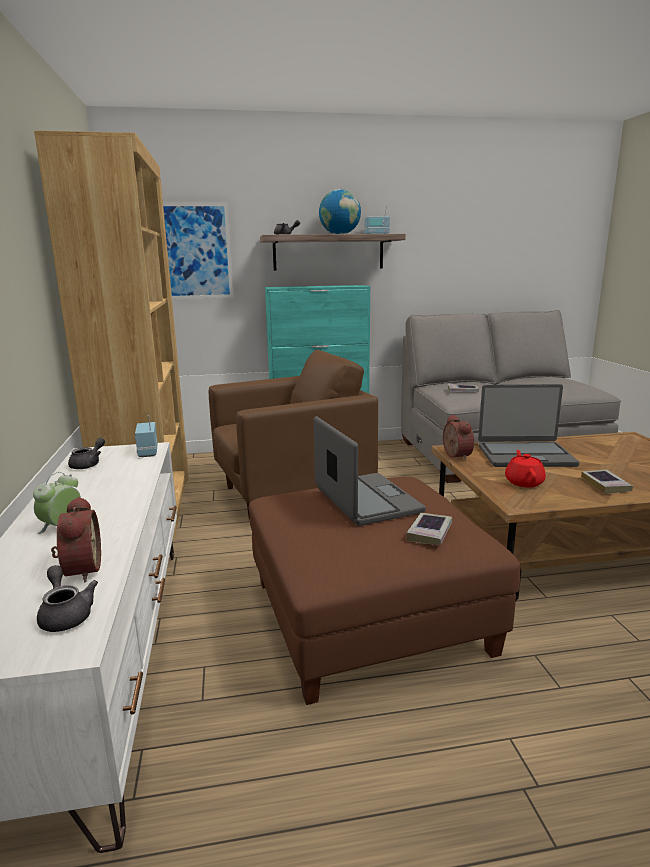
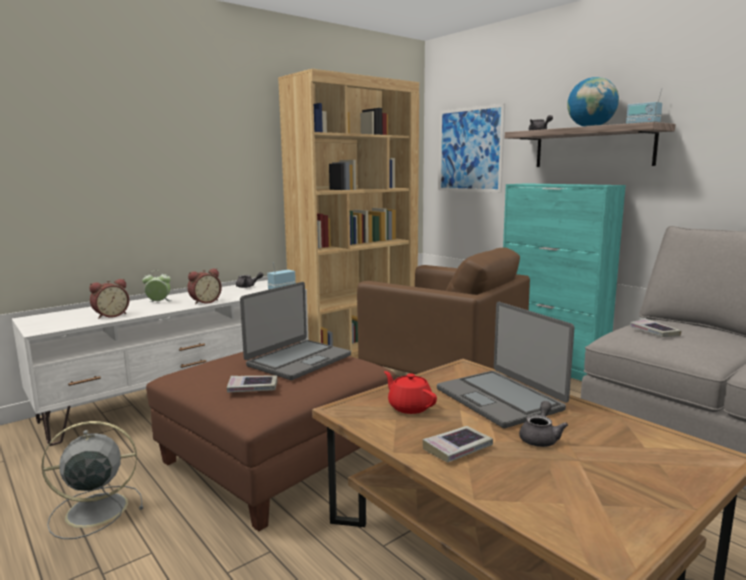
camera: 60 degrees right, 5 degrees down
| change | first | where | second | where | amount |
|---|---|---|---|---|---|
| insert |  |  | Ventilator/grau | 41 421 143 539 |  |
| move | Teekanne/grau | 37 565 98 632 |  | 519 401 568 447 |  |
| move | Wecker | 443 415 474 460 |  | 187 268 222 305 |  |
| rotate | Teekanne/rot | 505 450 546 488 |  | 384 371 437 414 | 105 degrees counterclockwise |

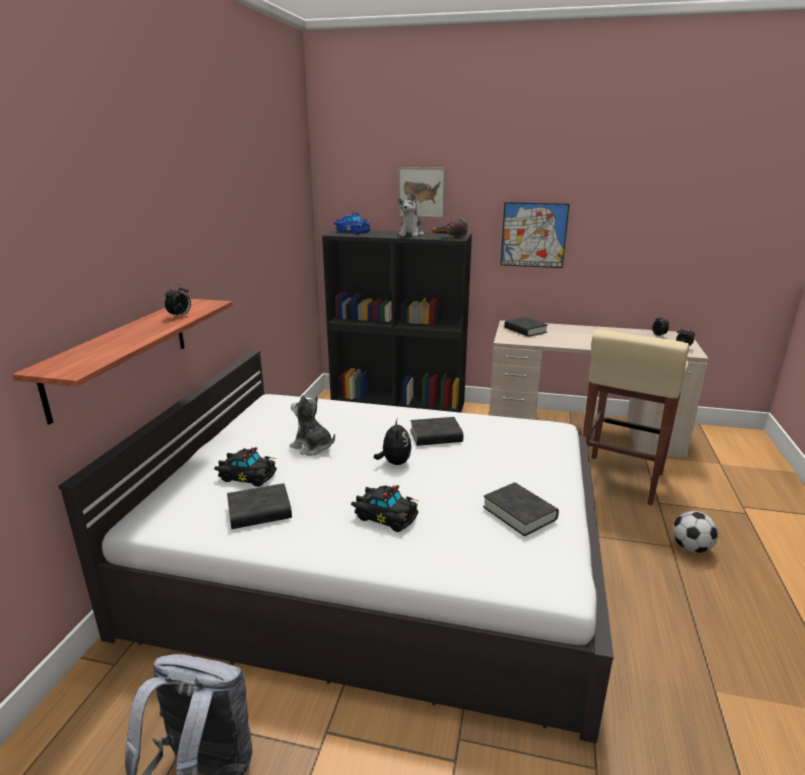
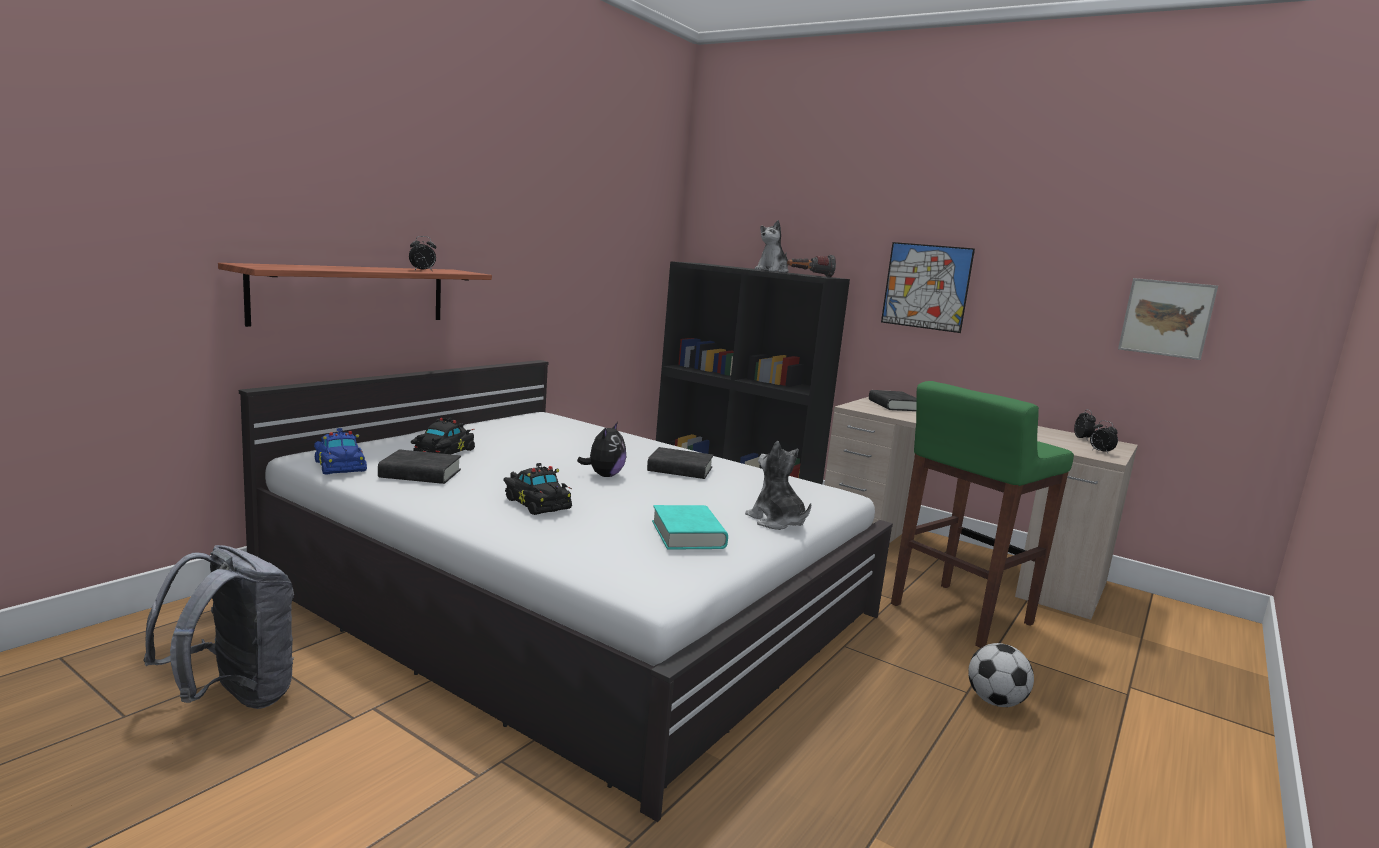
camera: 20 degrees right, 10 degrees down
| change | first | where | second | where | amount |
|---|---|---|---|---|---|
| move | Plüschtier | 290 395 335 456 |  | 745 441 811 530 |  |
| move | Spielzeugauto/blau | 334 211 371 234 |  | 314 428 367 475 |  |
| move | Bild | 398 167 446 218 |  | 1118 278 1218 360 |  |
| recolor | Buch/schwarz | 483 482 559 536 | Buch/türkis | 652 505 728 550 |  |
| recolor | Hocker/beige | 583 330 689 505 | Hocker/grün | 891 381 1074 648 |  |
| rotate | Spielzeugauto/schwarz | 214 447 277 487 |  | 411 417 475 455 | 105 degrees counterclockwise |

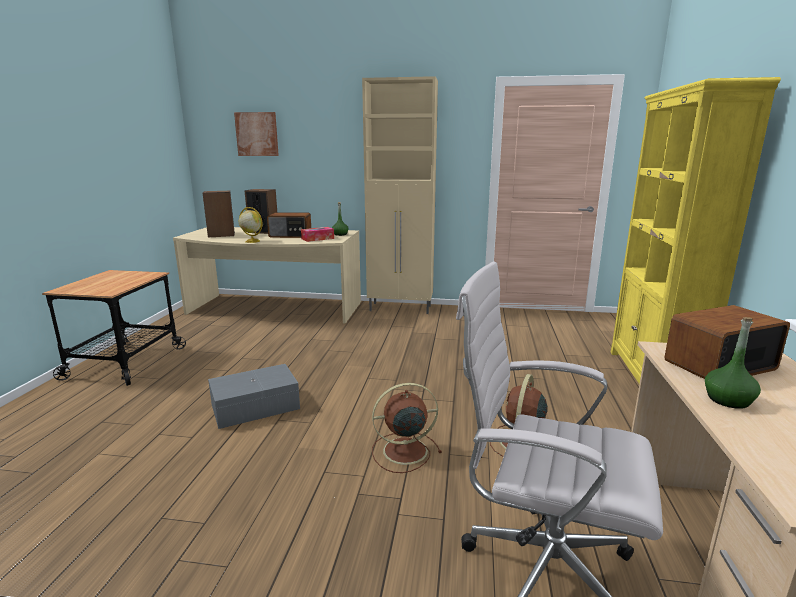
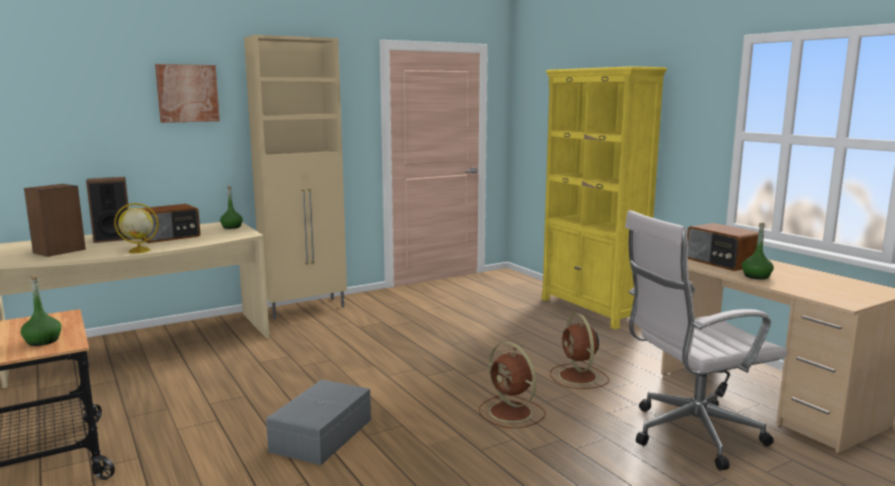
camera: 40 degrees left, 5 degrees down
| change | first | where | second | where | amount |
|---|---|---|---|---|---|
| delete | Taschentuchbox | 301 227 334 242 |  |  |  |
| insert |  |  | Flasche/grün | 21 276 62 346 |  |
| move | Bild | 234 112 279 156 |  | 155 64 220 123 |  |
| rotate | Ventilator/braun | 372 383 442 473 |  | 479 342 546 428 | 75 degrees counterclockwise |
| rotate | Radio | 664 305 790 379 |  | 687 223 764 271 | 60 degrees counterclockwise |

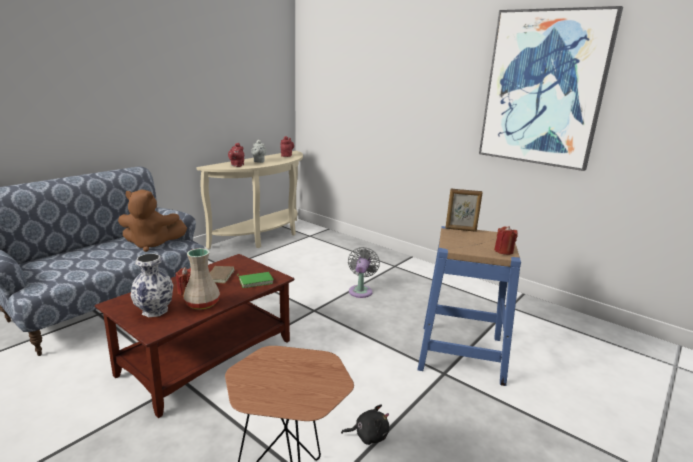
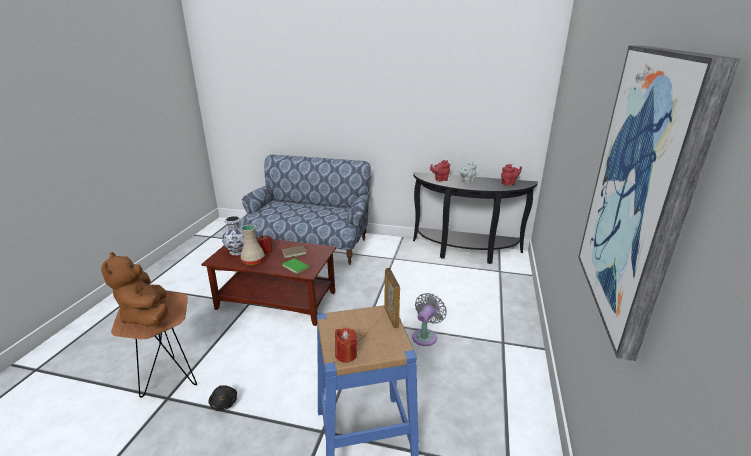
camera: 65 degrees right, 5 degrees up
| change | first | where | second | where | amount |
|---|---|---|---|---|---|
| move | Plüschtier/braun | 118 190 187 252 |  | 101 252 168 326 |  |
| recolor | Konsolentisch/beige | 196 151 303 249 | Konsolentisch/schwarz | 413 172 538 264 |  |
| rotate | Ventilator/grau | 348 247 380 298 |  | 412 293 447 346 | 45 degrees counterclockwise |

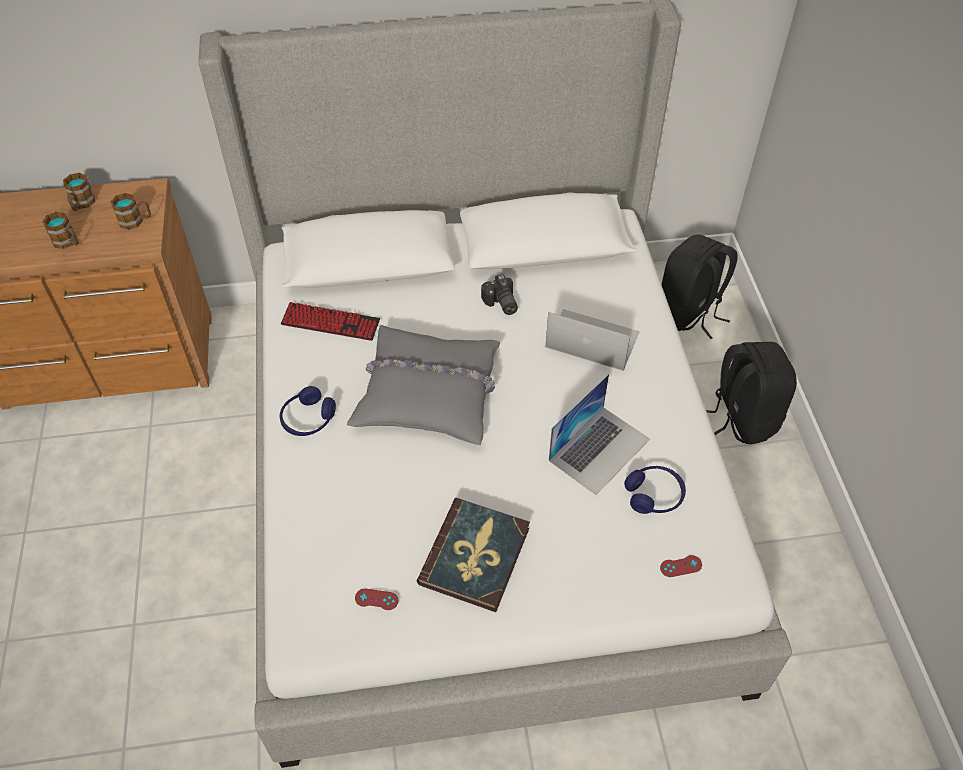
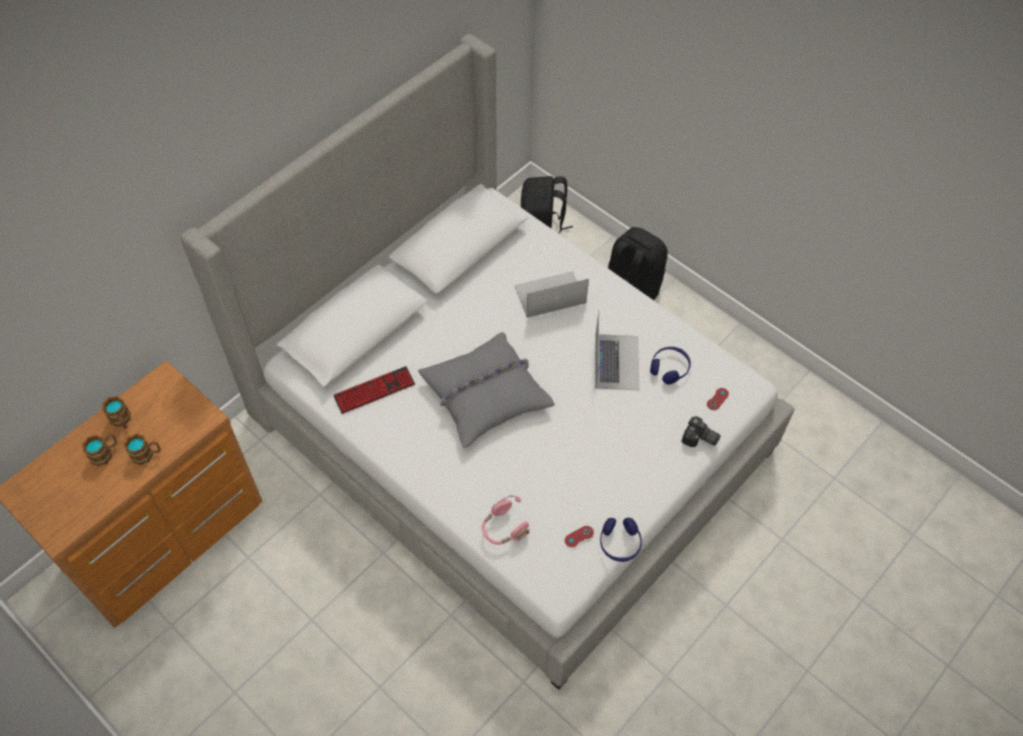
camera: 40 degrees left, 5 degrees up
| change | first | where | second | where | amount |
|---|---|---|---|---|---|
| delete | Buch | 417 498 530 612 |  |  |  |
| insert |  |  | Kopfhörer/rosa | 481 495 529 545 |  |
| move | Henkelbecher | 110 193 151 230 |  | 82 434 117 466 |  |
| move | Kopfhörer/blau | 280 386 336 436 |  | 600 518 642 562 |  |
| move | Kamera | 481 274 518 315 |  | 681 416 721 447 |  |

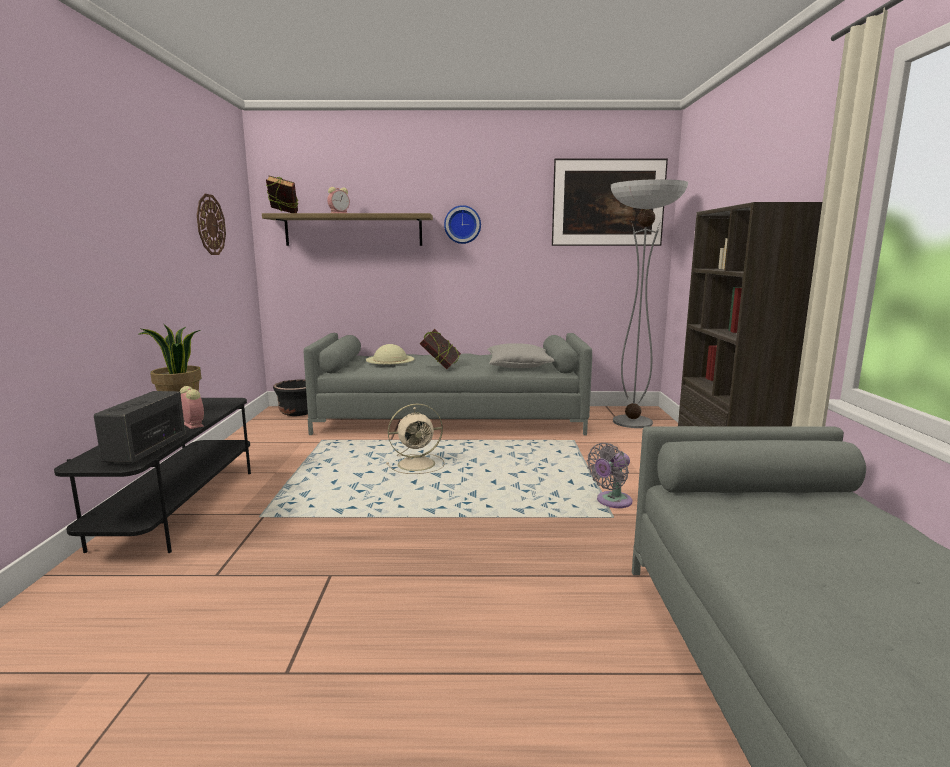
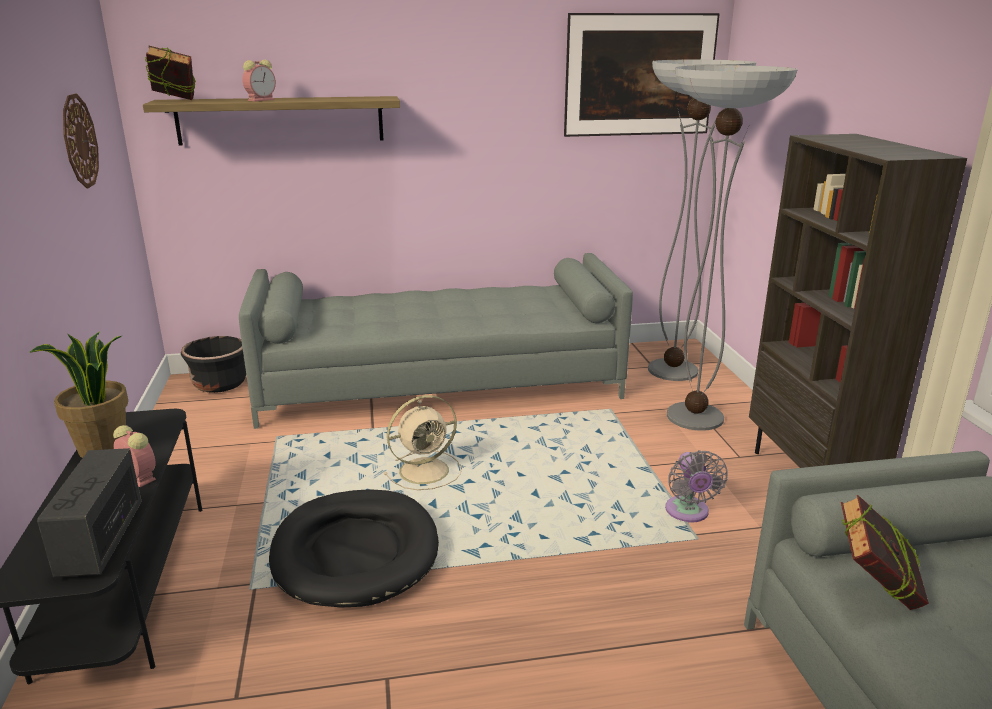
camera: 10 degrees left, 10 degrees up
| change | first | where | second | where | amount |
|---|---|---|---|---|---|
| delete | Hut/beige | 366 344 414 364 |  |  |  |
| delete | Wanduhr | 444 205 481 244 |  |  |  |
| delete | Kissen/grau | 487 343 555 368 |  |  |  |
| insert |  |  | Hundebett/schwarz | 269 489 439 608 |  |
| insert |  |  | Stehlampe | 667 65 798 431 |  |
| move | Buch | 420 329 461 369 |  | 841 495 929 610 |  |
| rotate | Ventilator/grau | 587 443 632 508 |  | 665 450 728 523 | 45 degrees counterclockwise |

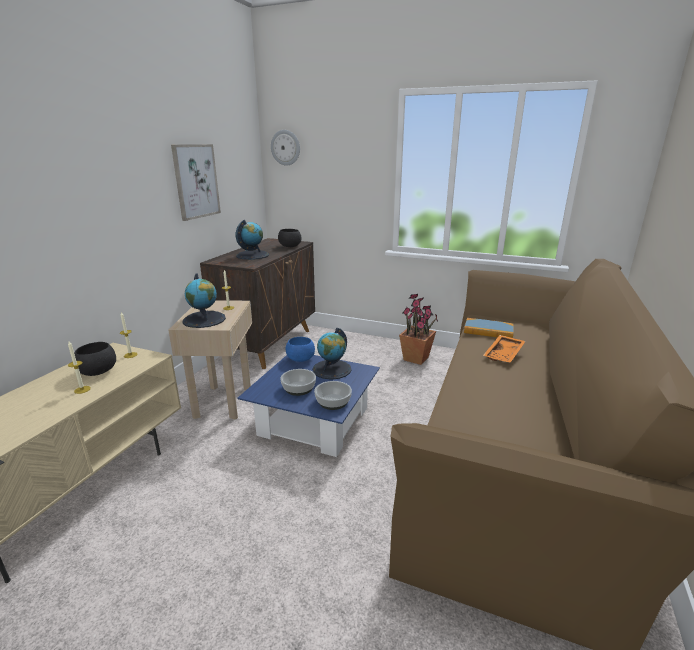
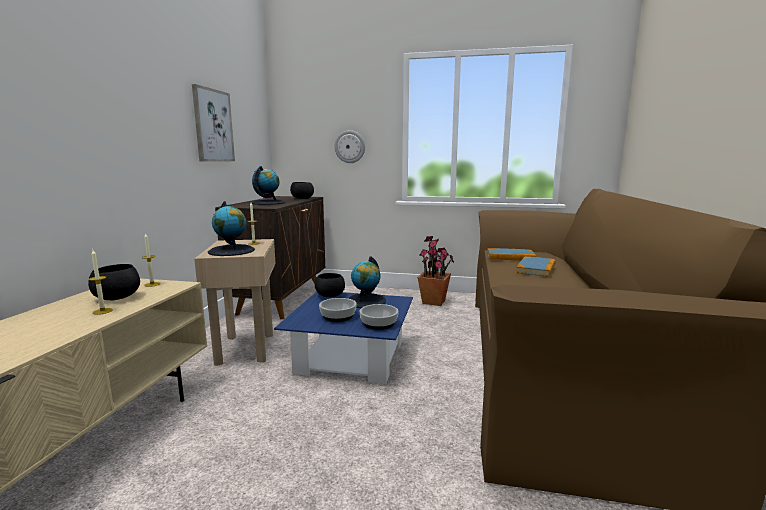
camera: 10 degrees left, 10 degrees down
| change | first | where | second | where | amount |
|---|---|---|---|---|---|
| move | Wanduhr | 271 130 300 166 |  | 335 130 365 163 |  |
| replace | Tablett/orange | 483 335 526 362 | Buch | 516 257 556 277 |  |
| recolor | Schüssel/blau | 286 337 315 362 | Schüssel/schwarz | 315 273 345 297 |  |

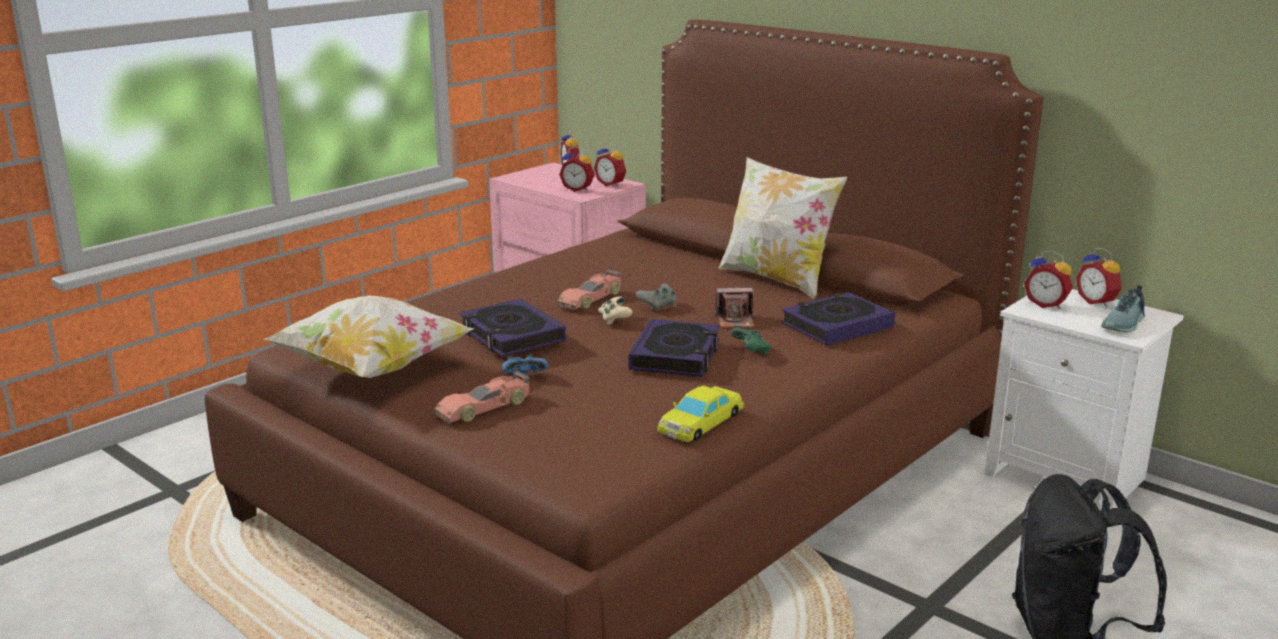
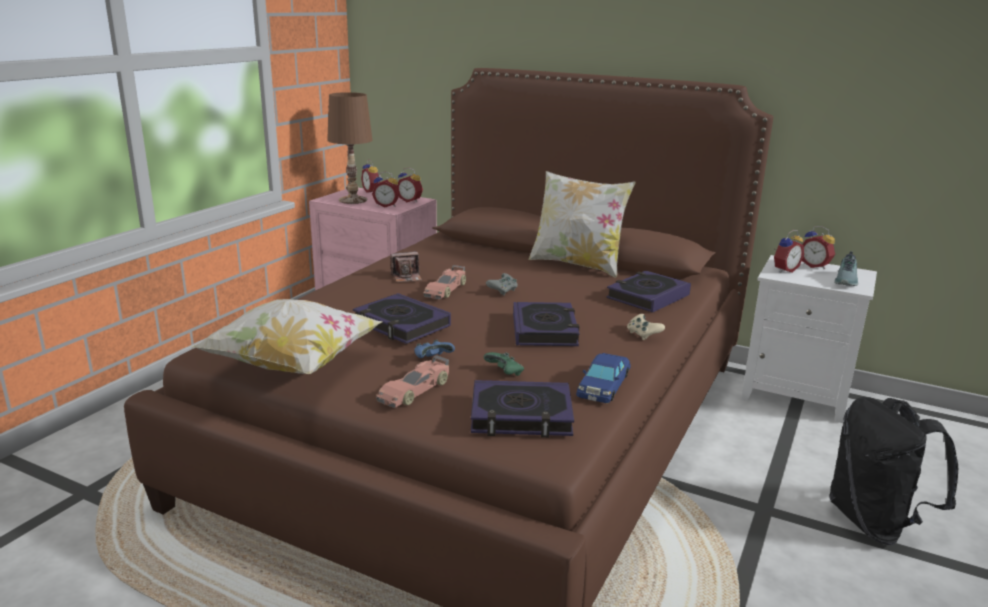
camera: 15 degrees left, 0 degrees up
| change | first | where | second | where | amount |
|---|---|---|---|---|---|
| insert |  |  | Tischlampe/braun | 327 92 372 204 |  |
| insert |  |  | Buch | 471 380 574 438 |  |
| move | Gamepad/beige | 598 296 633 325 |  | 627 314 665 340 |  |
| move | Kamera | 714 287 754 327 |  | 390 251 422 282 |  |
| move | Gamepad/grün | 730 328 771 354 |  | 484 352 524 376 |  |
| recolor | Spielzeugauto/gelb | 657 386 744 442 | Spielzeugauto/blau | 576 353 631 403 |  |
| rotate | Wecker | 1024 251 1073 309 |  | 774 230 804 273 | 60 degrees counterclockwise |

